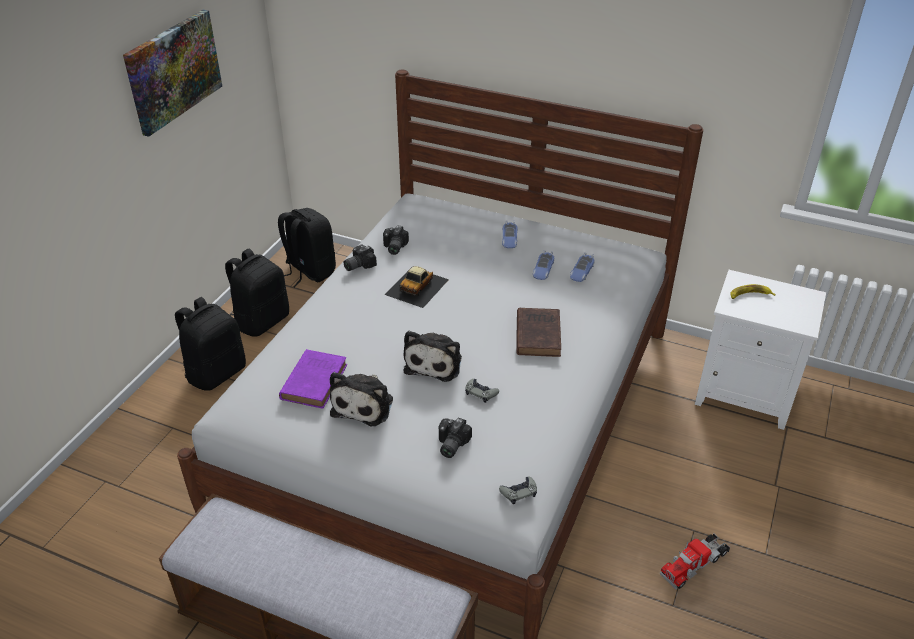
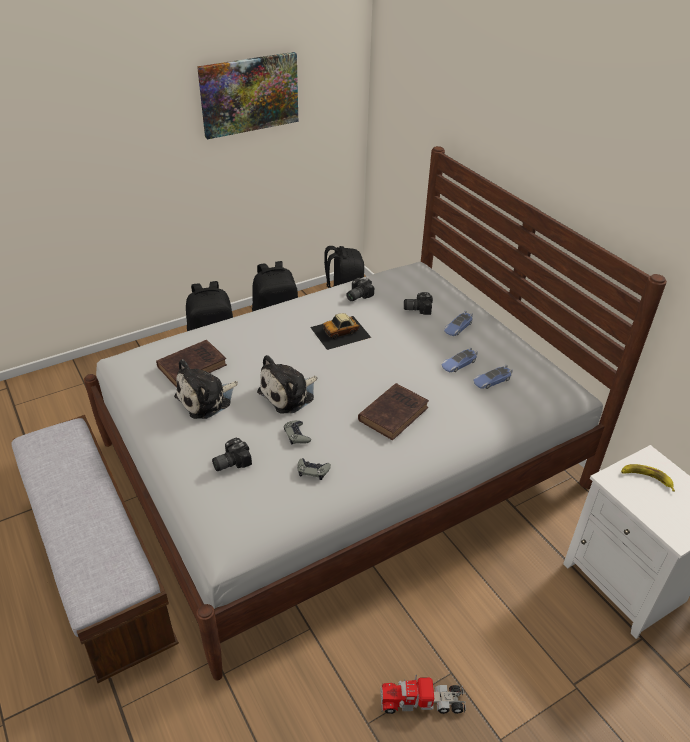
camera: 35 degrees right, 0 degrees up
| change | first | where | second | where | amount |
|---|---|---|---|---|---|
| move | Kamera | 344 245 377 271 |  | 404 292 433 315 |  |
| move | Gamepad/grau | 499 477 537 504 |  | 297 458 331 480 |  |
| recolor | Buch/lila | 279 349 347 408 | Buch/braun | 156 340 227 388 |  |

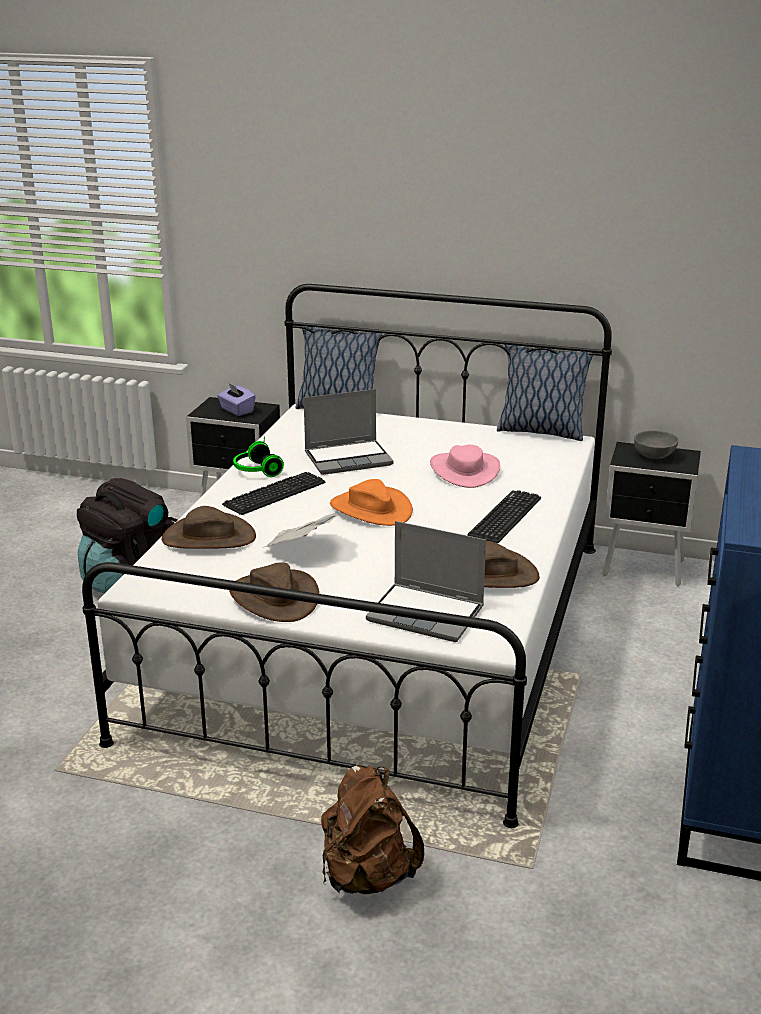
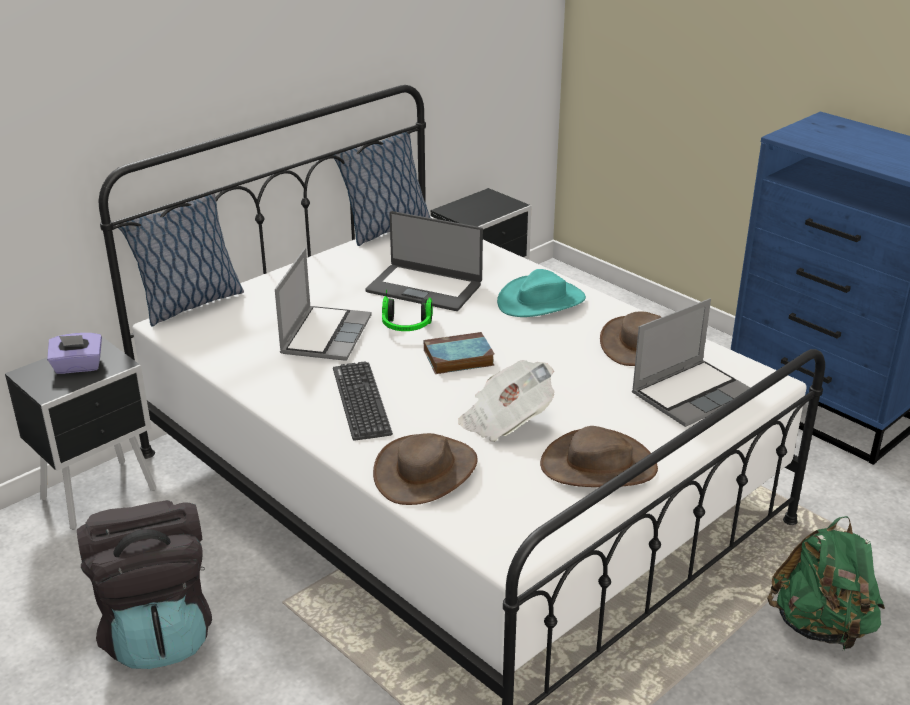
camera: 60 degrees left, 5 degrees up
| change | first | where | second | where | amount |
|---|---|---|---|---|---|
| delete | Schüssel/grau | 634 430 678 459 |  |  |  |
| move | Kopfhörer | 233 437 284 477 |  | 382 290 433 331 |  |
| replace | Hut/orange | 330 479 413 526 | Buch | 424 332 494 374 |  |
| replace | Hut/rosa | 430 445 500 488 | Laptop | 365 211 483 311 |  |
| replace | Tastatur | 468 490 541 543 | Hut/türkis | 497 269 586 317 |  |
| recolor | Rucksack/braun | 321 765 424 894 | Rucksack/grün | 767 516 885 651 |  |

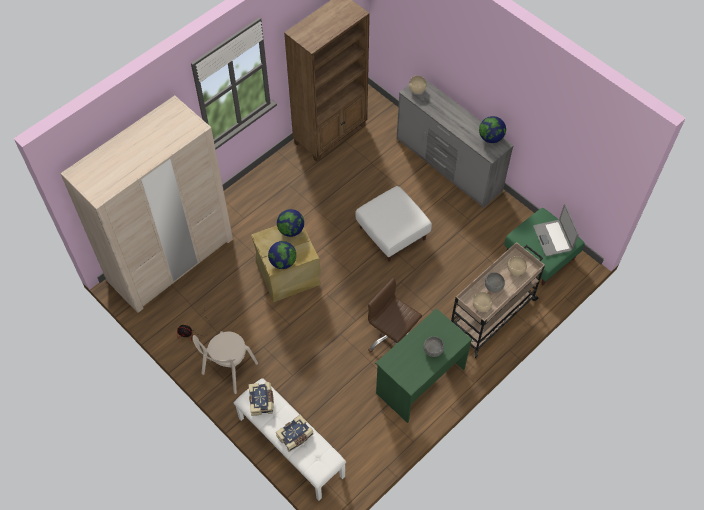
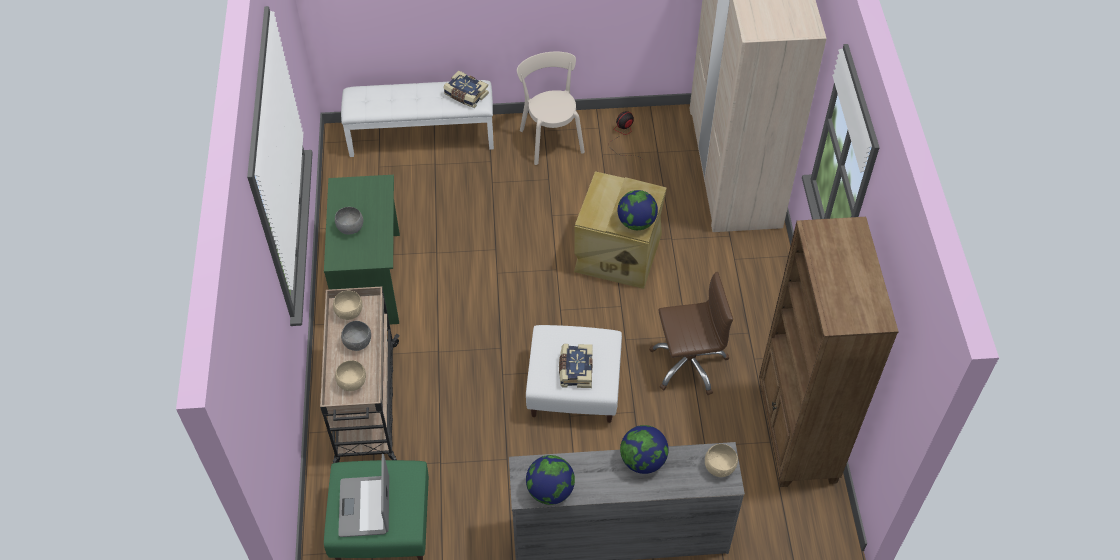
camera: 130 degrees right, 5 degrees down
| change | first | where | second | where | amount |
|---|---|---|---|---|---|
| move | Globus | 268 241 296 269 |  | 620 425 669 474 |  |
| move | Buch | 276 415 314 452 |  | 559 344 593 388 |  |
| move | Bürostuhl/braun | 368 277 422 353 |  | 649 272 733 395 |  |
| rotate | Laptop | 533 204 579 256 |  | 338 454 389 537 | 120 degrees counterclockwise |

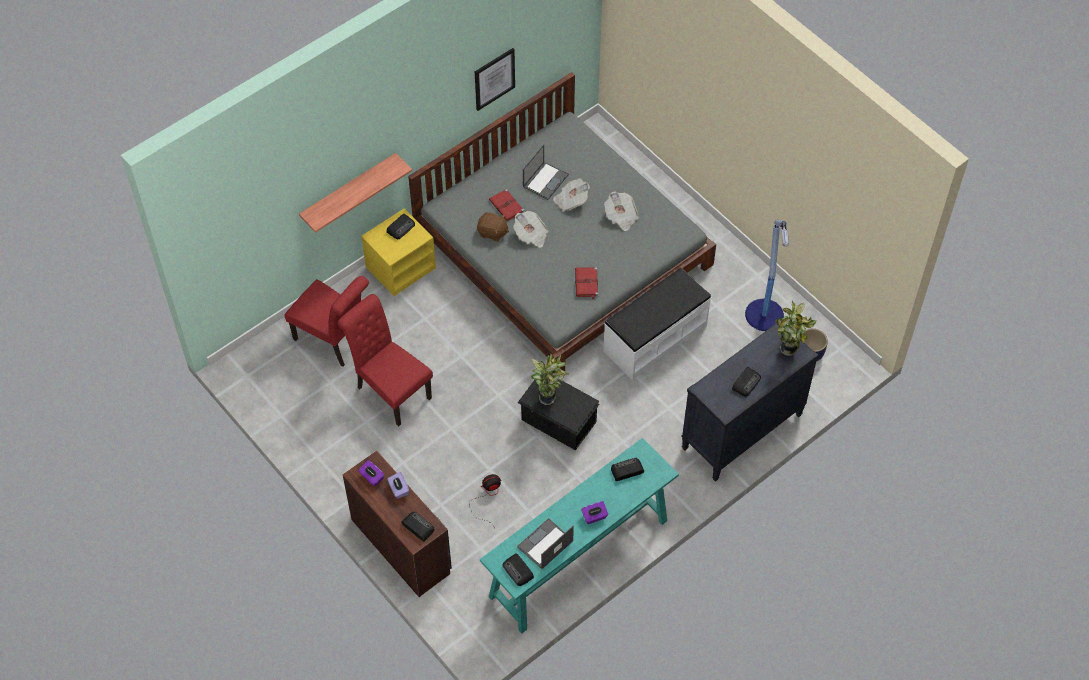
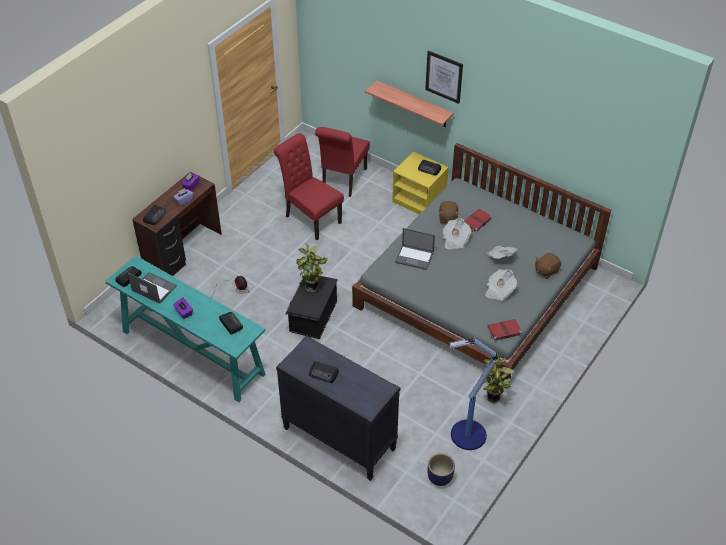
camera: 75 degrees right, 10 degrees down
| change | first | where | second | where | amount |
|---|---|---|---|---|---|
| delete | Bank/weiß | 603 268 711 380 |  |  |  |
| insert |  |  | Plüschtier/braun | 535 253 561 279 |  |
| move | Bild | 475 48 515 111 |  | 425 51 463 104 |  |
| move | Laptop | 523 145 569 200 |  | 395 228 435 270 |  |
| move | Buch/rot | 575 267 598 299 |  | 488 319 522 341 |  |
| move | Topfpflanze | 775 301 817 356 |  | 483 353 514 403 |  |
| rotate | Stuhl/rot | 338 294 433 427 |  | 274 133 344 240 | 75 degrees counterclockwise |

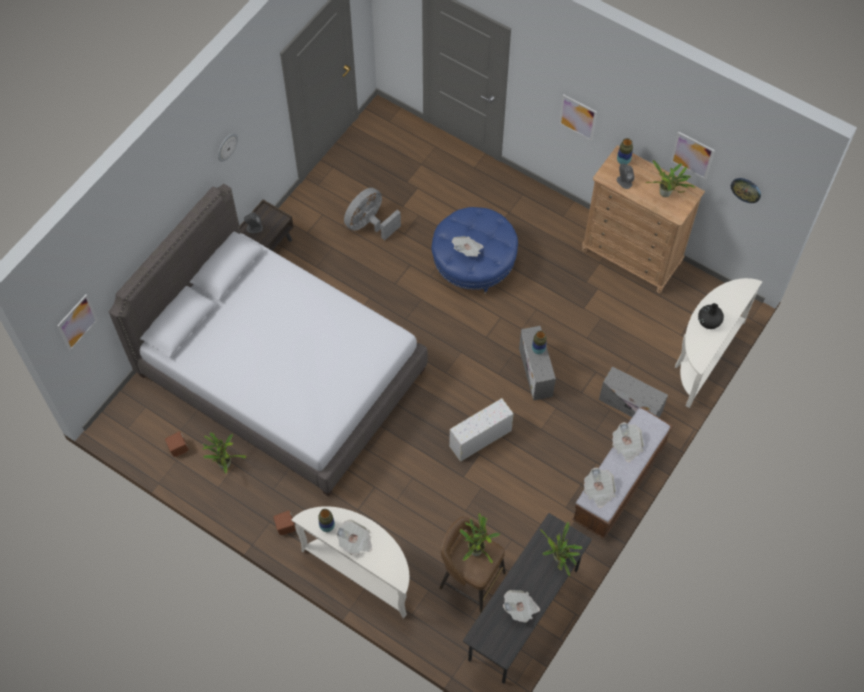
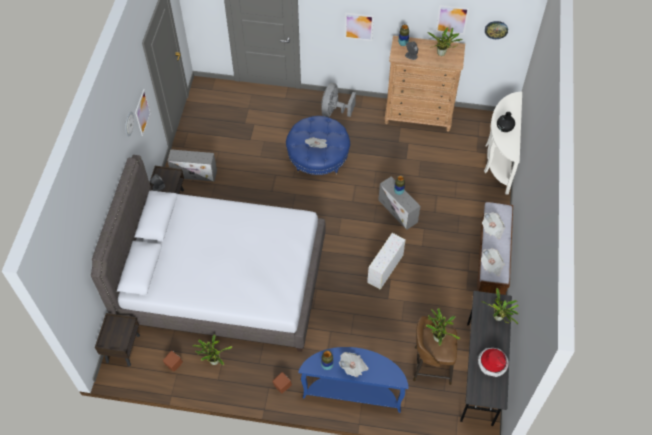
camera: 25 degrees left, 5 degrees down
| change | first | where | second | where | amount |
|---|---|---|---|---|---|
| insert |  |  | Nachttisch/braun | 95 313 140 366 |  |
| move | Bild | 57 294 98 351 |  | 135 89 151 136 |  |
| move | Ventilator/grau | 344 188 401 240 |  | 321 83 356 117 |  |
| move | Aufbewahrungsbox/grau | 599 366 668 417 |  | 168 149 217 181 |  |
| replace | Zeitung | 503 590 540 623 | Hut | 478 348 509 377 |  |
| recolor | Konsolentisch/weiß | 291 506 409 618 | Konsolentisch/blau | 298 347 409 413 |  |

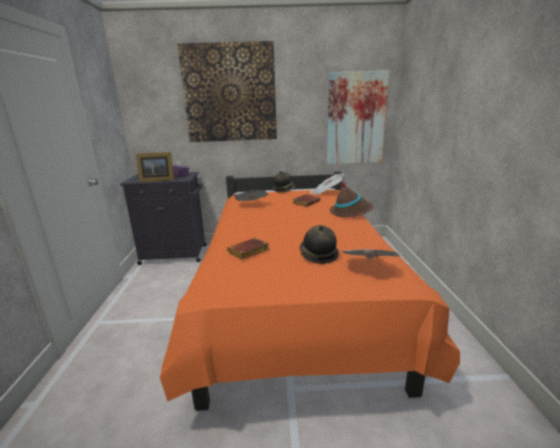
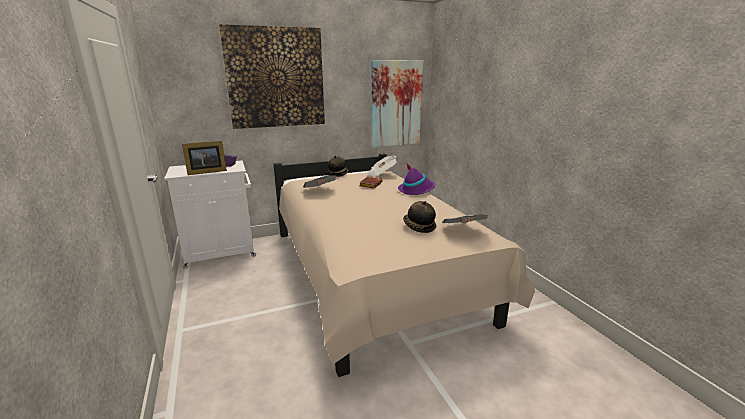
camera: 20 degrees left, 0 degrees up
| change | first | where | second | where | amount |
|---|---|---|---|---|---|
| delete | Buch/braun | 227 238 270 259 |  |  |  |
| recolor | Schrank/schwarz | 120 172 207 265 | Schrank/weiß | 164 160 256 269 |  |
| recolor | Bett/orange | 160 171 460 411 | Bett/beige | 274 153 535 377 |  |
| recolor | Hut/braun | 330 182 373 217 | Hut/lila | 398 164 435 195 |  |

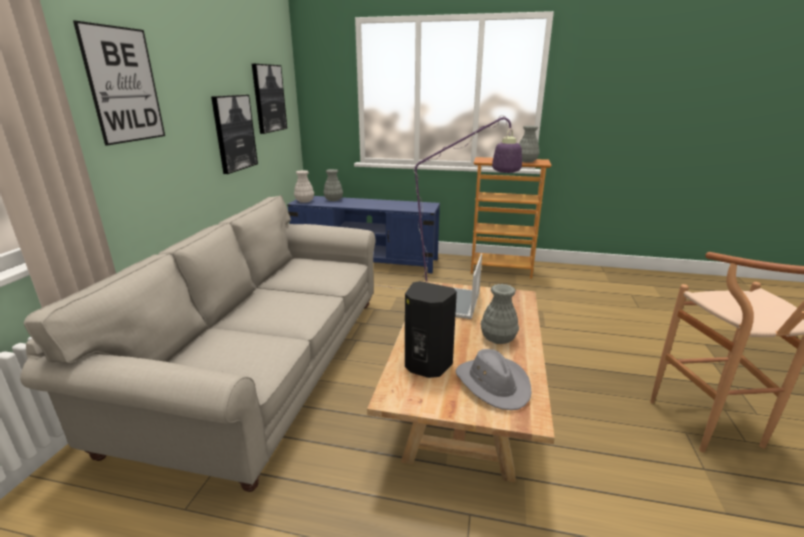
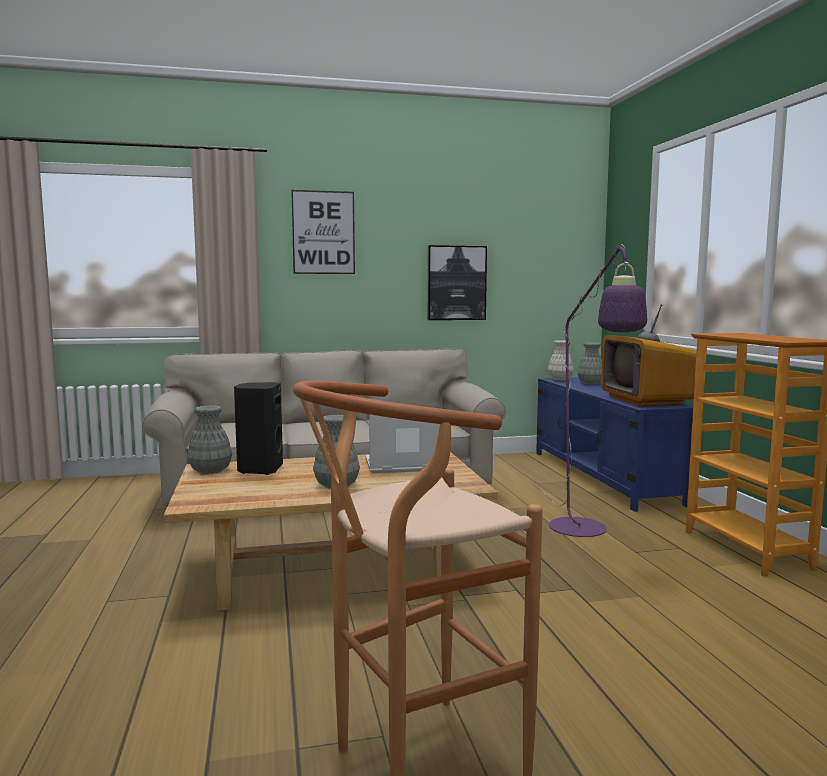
camera: 65 degrees right, 15 degrees down
| change | first | where | second | where | amount |
|---|---|---|---|---|---|
| delete | Bild | 252 64 287 134 |  |  |  |
| delete | Hut/grau | 455 349 532 410 |  |  |  |
| insert |  |  | Fernseher | 601 304 696 406 |  |
| move | Vase/grau | 519 126 540 163 |  | 187 405 232 474 |  |

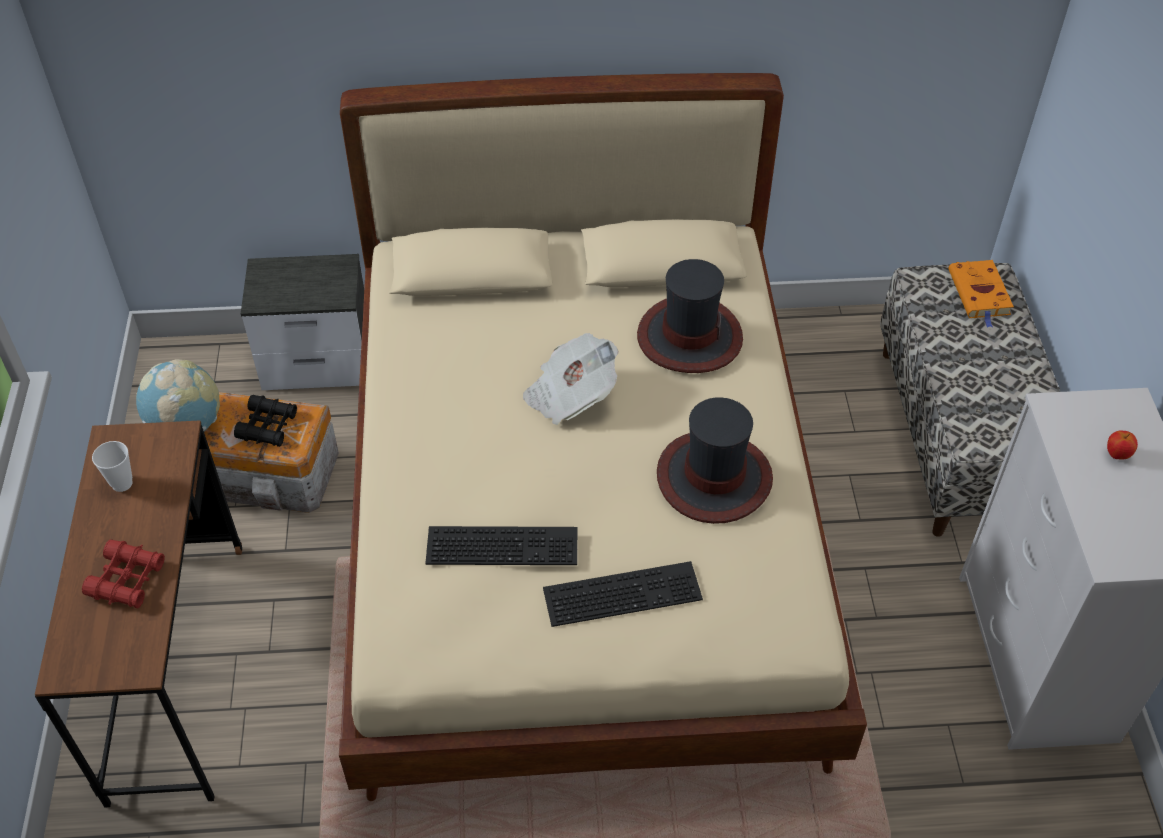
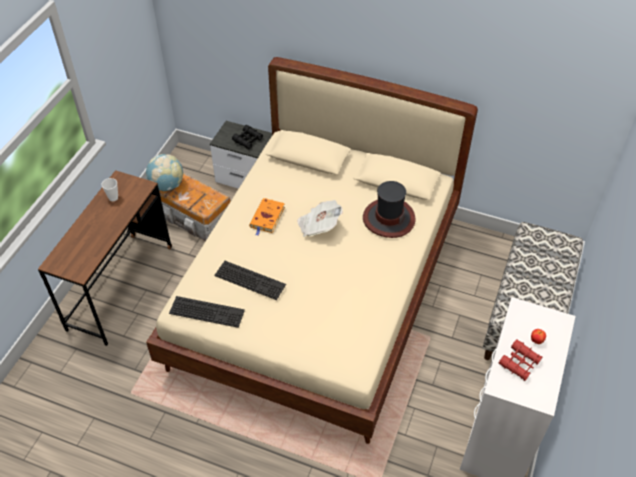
camera: 25 degrees right, 0 degrees up
| change | first | where | second | where | amount |
|---|---|---|---|---|---|
| delete | Hut | 657 397 773 524 |  |  |  |
| move | Fernglas/rot | 82 539 165 608 |  | 499 339 542 381 |  |
| move | Fernglas/schwarz | 234 395 297 447 |  | 232 125 263 149 |  |
| move | Tastatur | 543 561 703 627 |  | 169 296 245 328 |  |
| move | Buch/orange | 949 260 1014 328 |  | 249 198 285 236 |  |

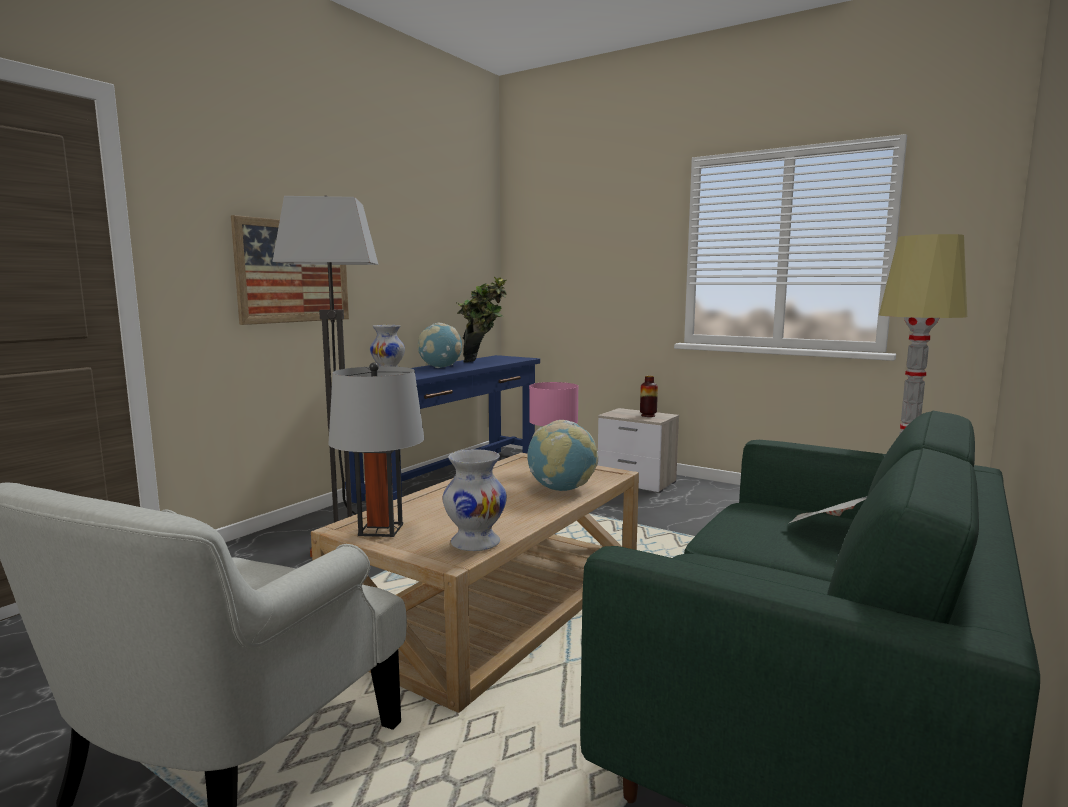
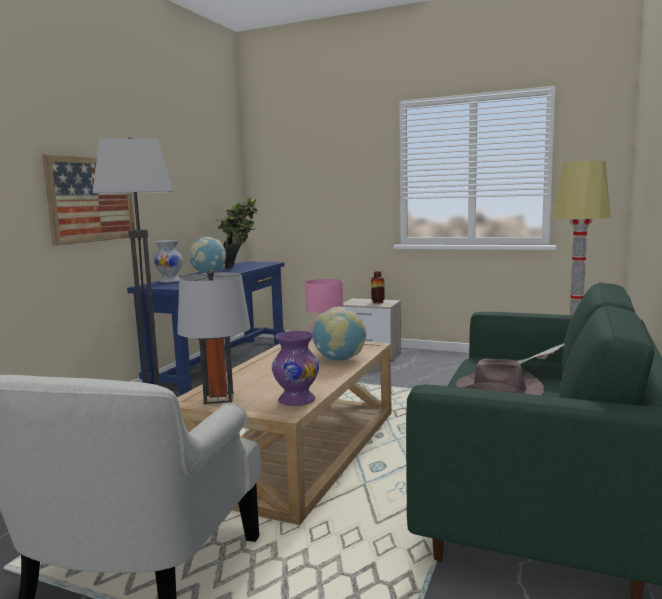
camera: 10 degrees left, 0 degrees up
| change | first | where | second | where | amount |
|---|---|---|---|---|---|
| insert |  |  | Hut/braun | 456 359 544 395 |  |
| recolor | Vase/weiß | 443 449 507 551 | Vase/lila | 272 331 319 406 |  |

